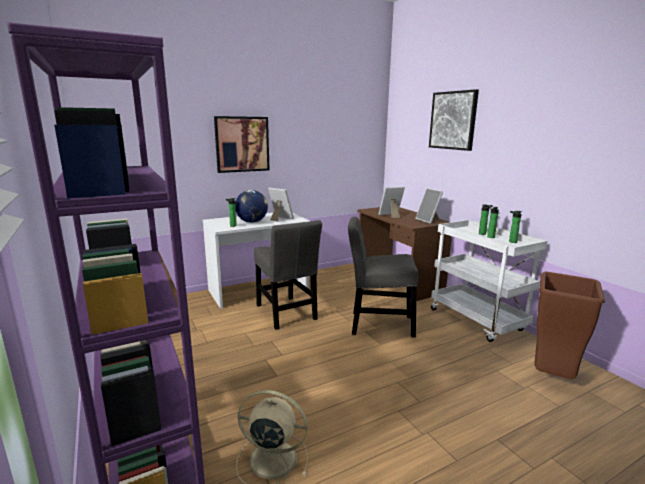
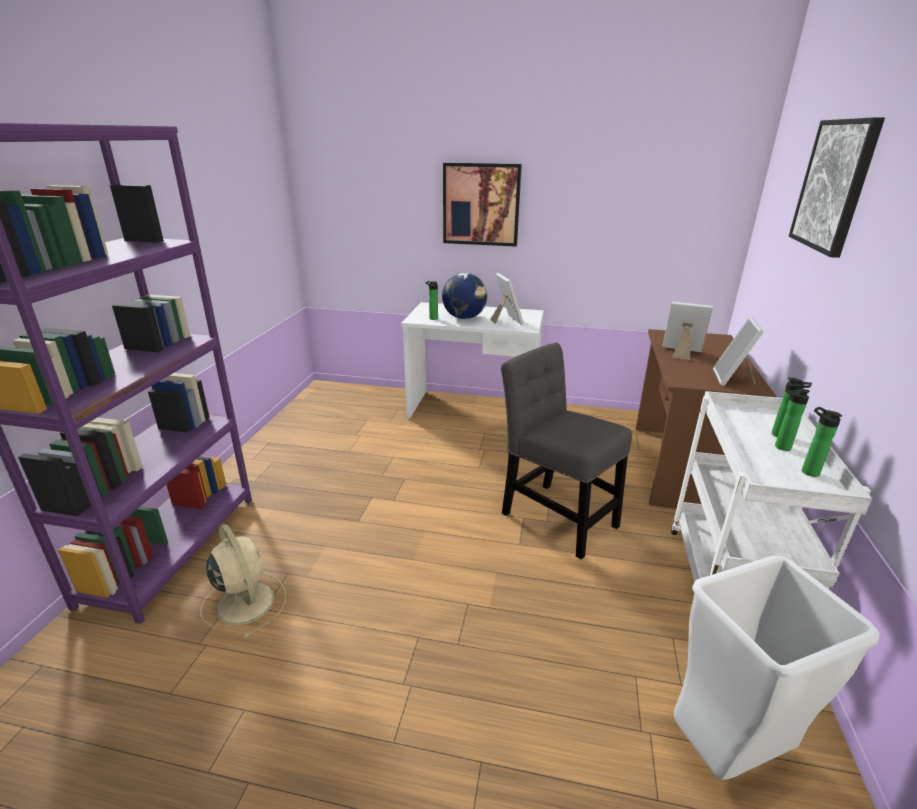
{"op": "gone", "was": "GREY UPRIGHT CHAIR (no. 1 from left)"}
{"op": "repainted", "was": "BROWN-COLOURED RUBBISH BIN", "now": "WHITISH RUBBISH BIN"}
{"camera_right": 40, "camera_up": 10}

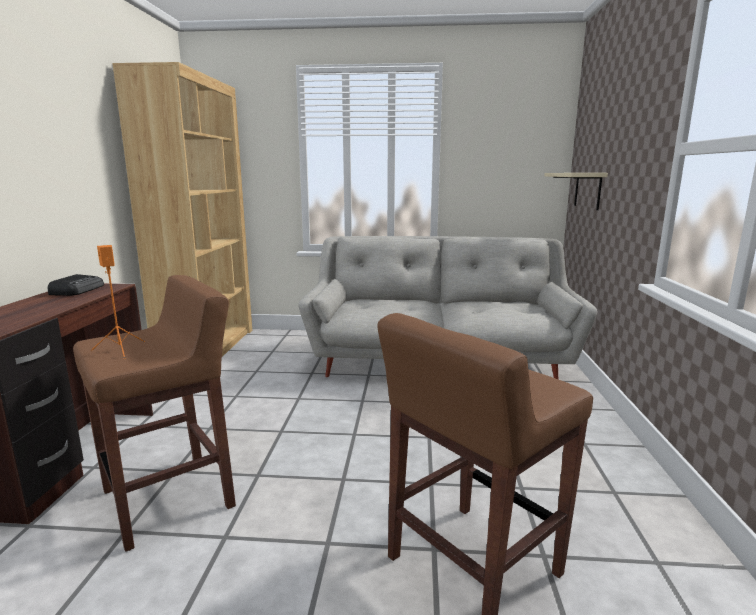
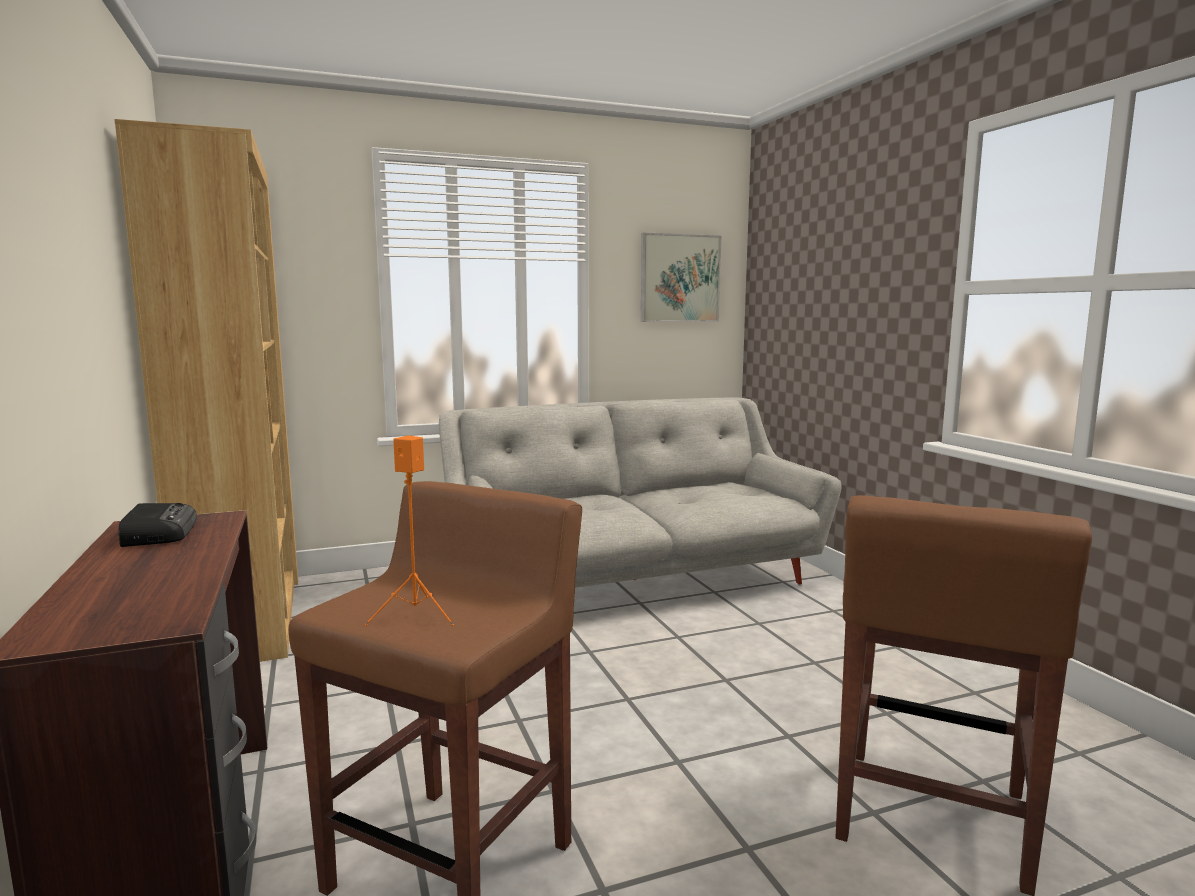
{"op": "gone", "was": "SAND-COLOURED BRACKET SHELF"}
{"op": "new", "now": "WALL PICTURE"}
{"camera_right": -25, "camera_up": -5}

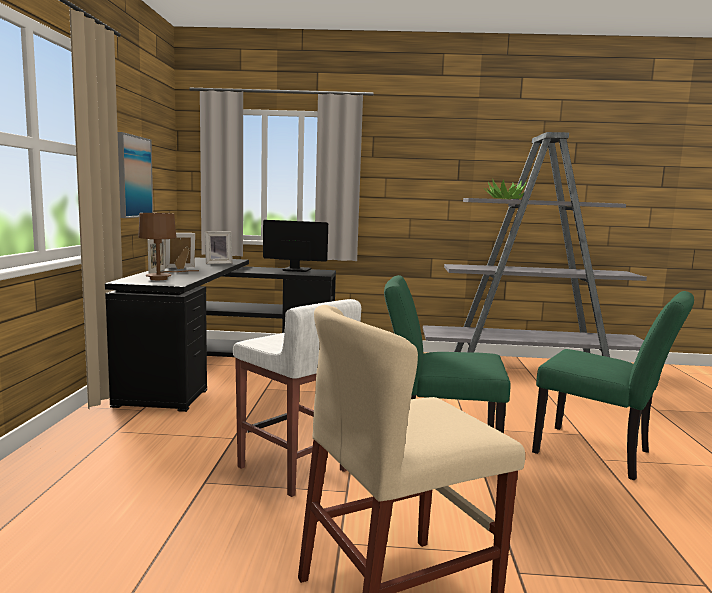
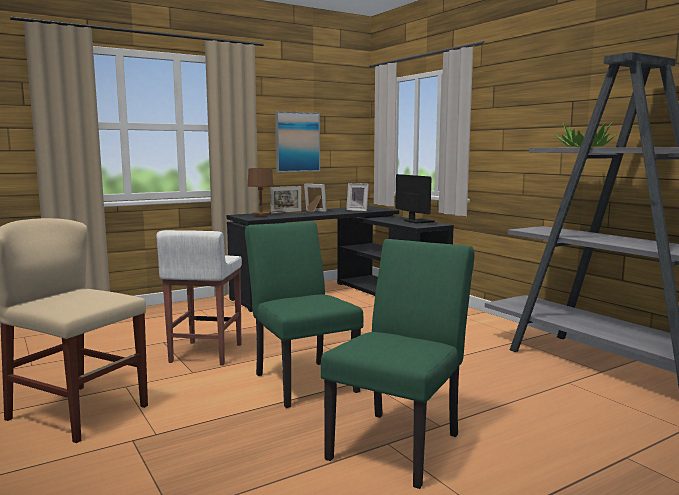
{"op": "rotated", "was": "GREEN UPRIGHT CHAIR (no. 2 from left)", "clockwise": -150}
{"camera_right": 55, "camera_up": 0}

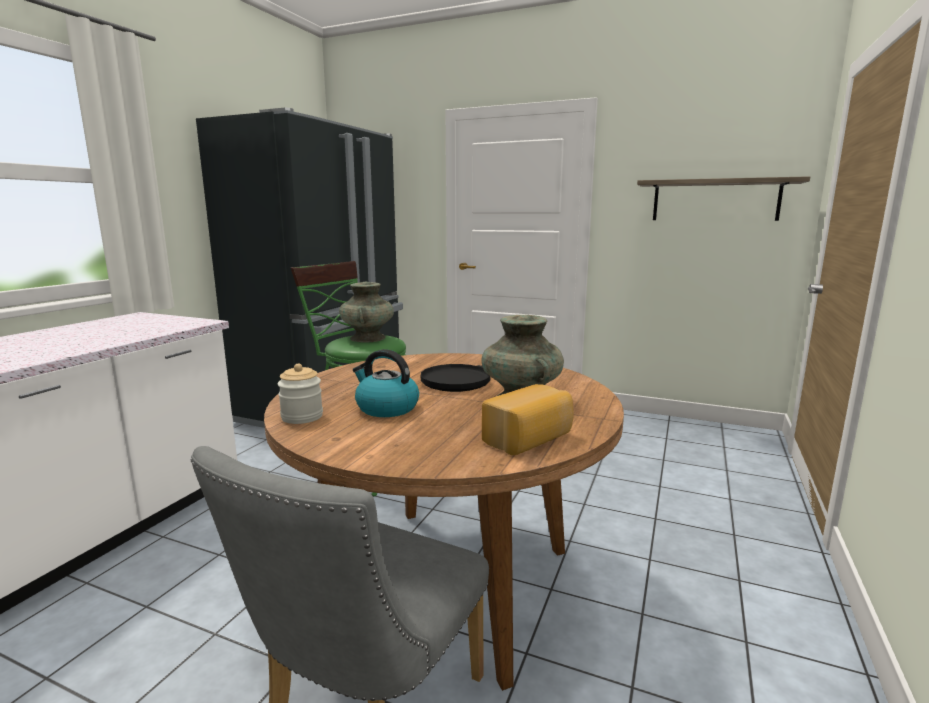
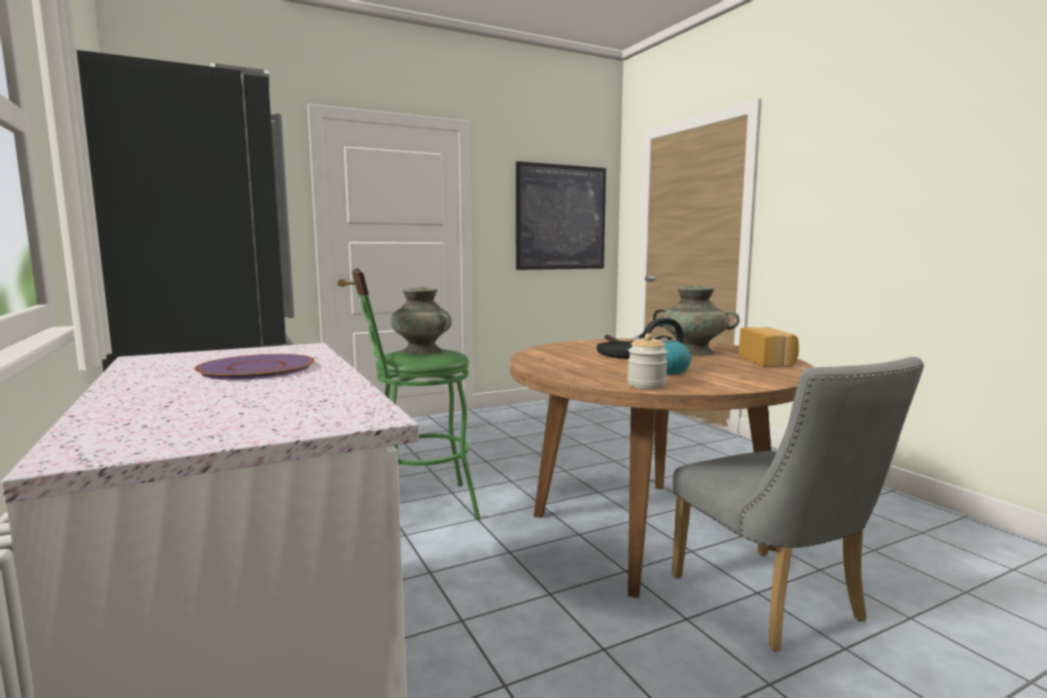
{"op": "new", "now": "PURPLE PLATE"}
{"op": "swapped", "was": "BRACKET SHELF", "now": "WALL PICTURE"}
{"camera_right": -50, "camera_up": -5}

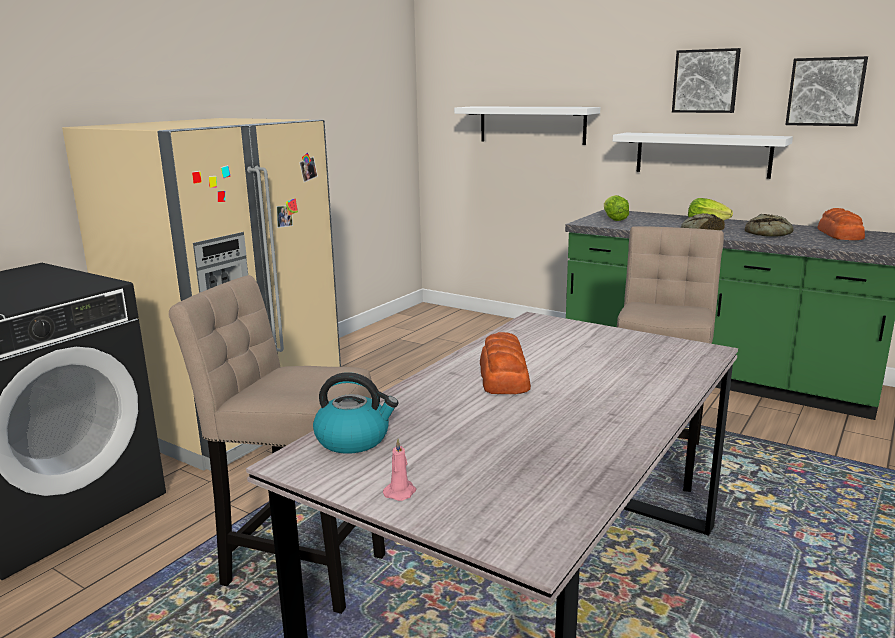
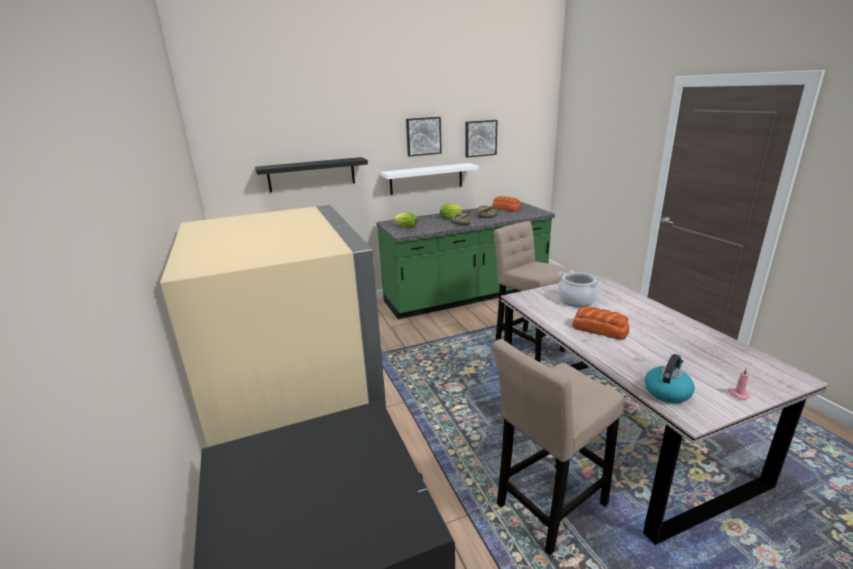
{"op": "new", "now": "STOCKPOT"}
{"op": "repainted", "was": "WHITISH BRACKET SHELF (no. 1 from left)", "now": "BLACK-COLOURED BRACKET SHELF"}
{"camera_right": -55, "camera_up": 5}

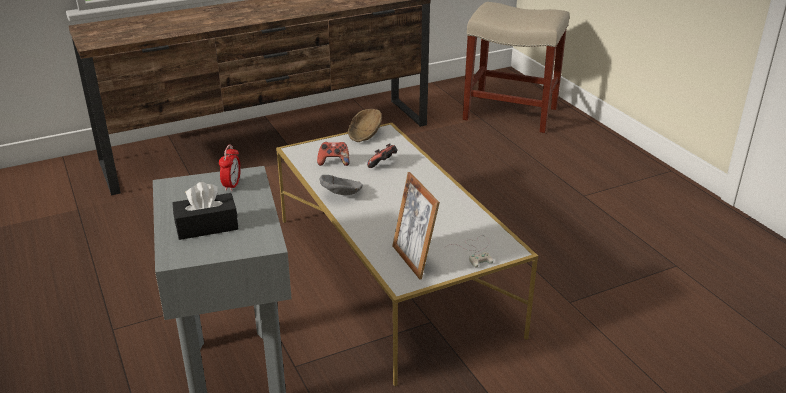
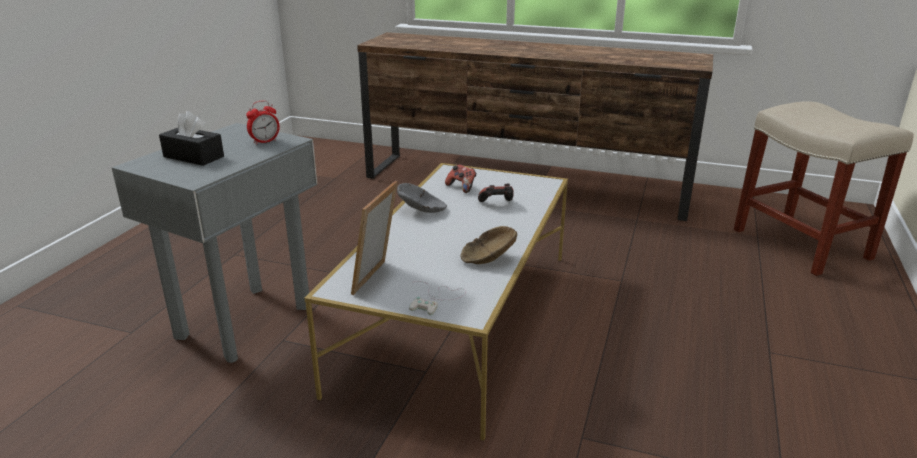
{"op": "shifted", "was": "BROWN-COLOURED SERVING BOWL"}
{"camera_right": 45, "camera_up": -5}

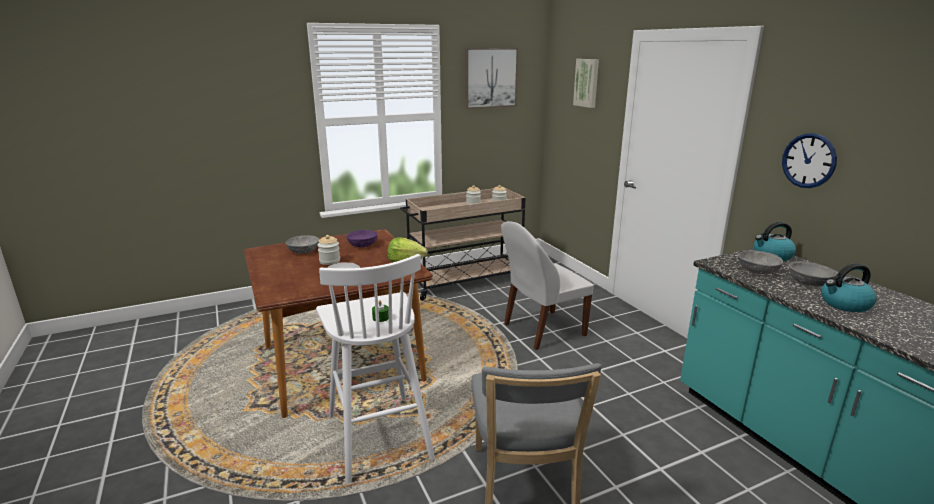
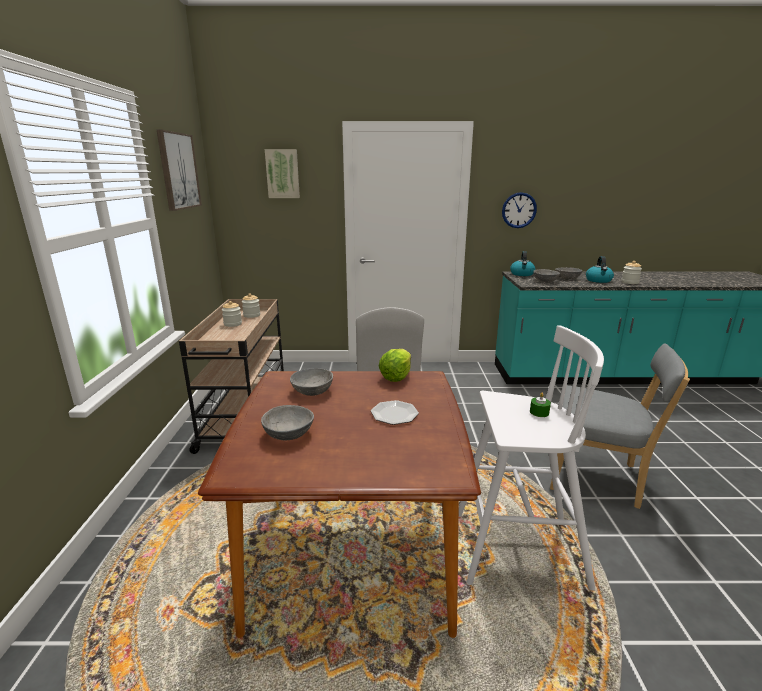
{"op": "shifted", "was": "STORAGE JAR (no. 1 from left in the first image)", "now": "STORAGE JAR (no. 3 from left)"}
{"op": "repainted", "was": "PURPLE SERVING BOWL", "now": "GREY SERVING BOWL (no. 2 from left)"}
{"camera_right": -65, "camera_up": 0}

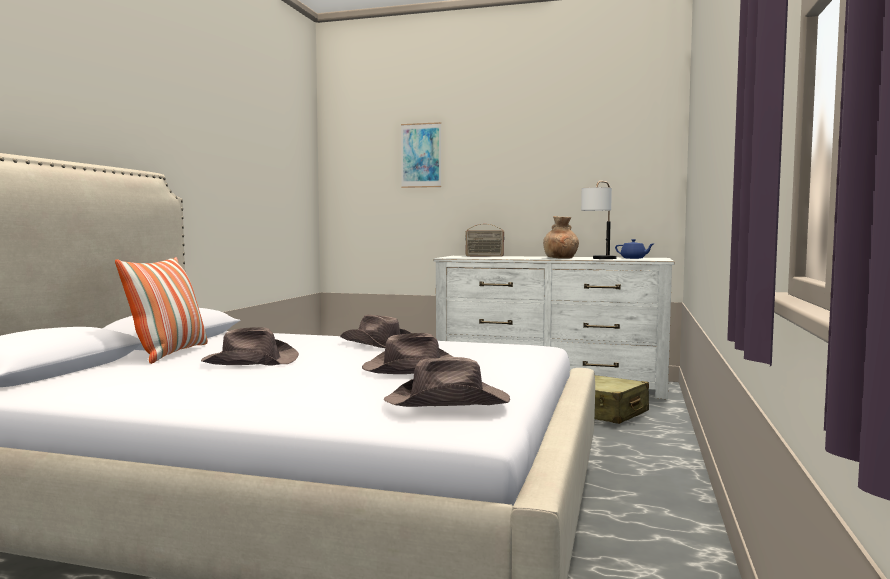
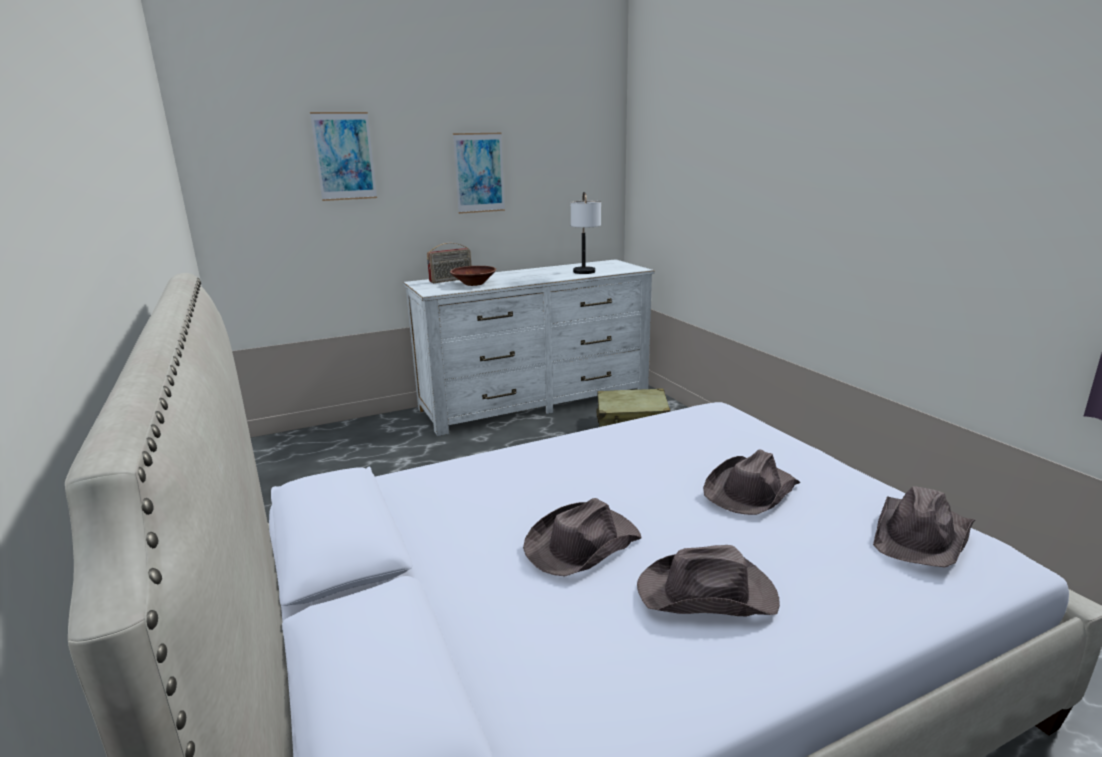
{"op": "gone", "was": "CUSHION"}
{"op": "gone", "was": "BROWN-COLOURED FLOWER VASE"}
{"op": "gone", "was": "BLUE-COLOURED TEAPOT"}
{"op": "new", "now": "BROWN-COLOURED SERVING BOWL"}
{"op": "new", "now": "WALL PICTURE (no. 2 from left)"}
{"op": "shifted", "was": "BROWN-COLOURED CLOTHING HAT (no. 2 from left)"}
{"camera_right": -40, "camera_up": 15}

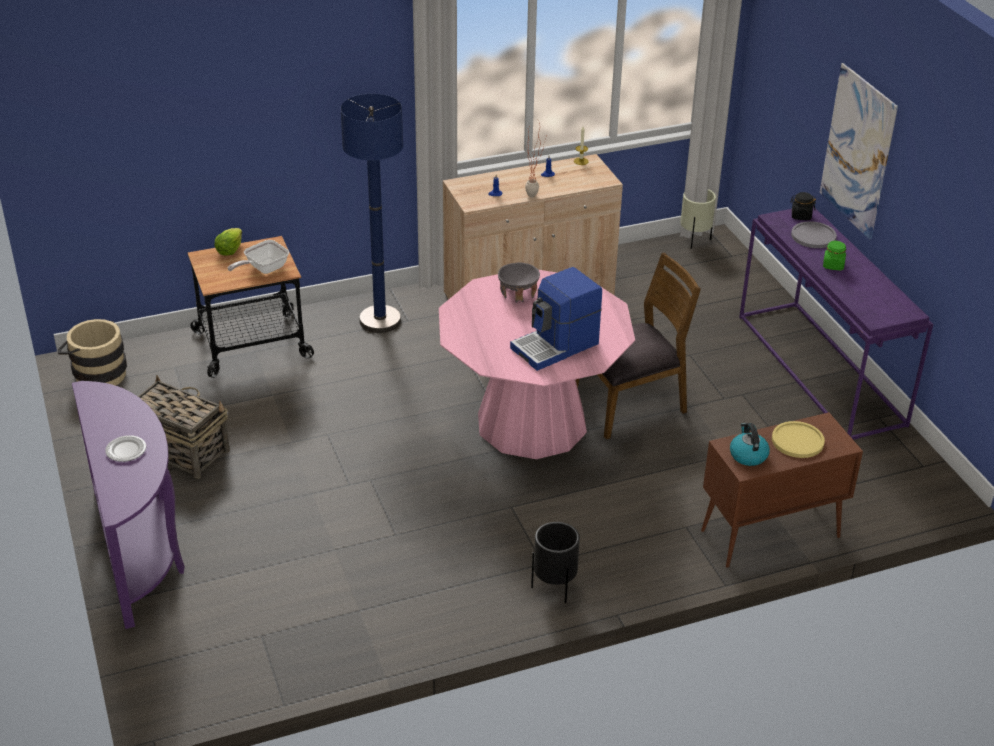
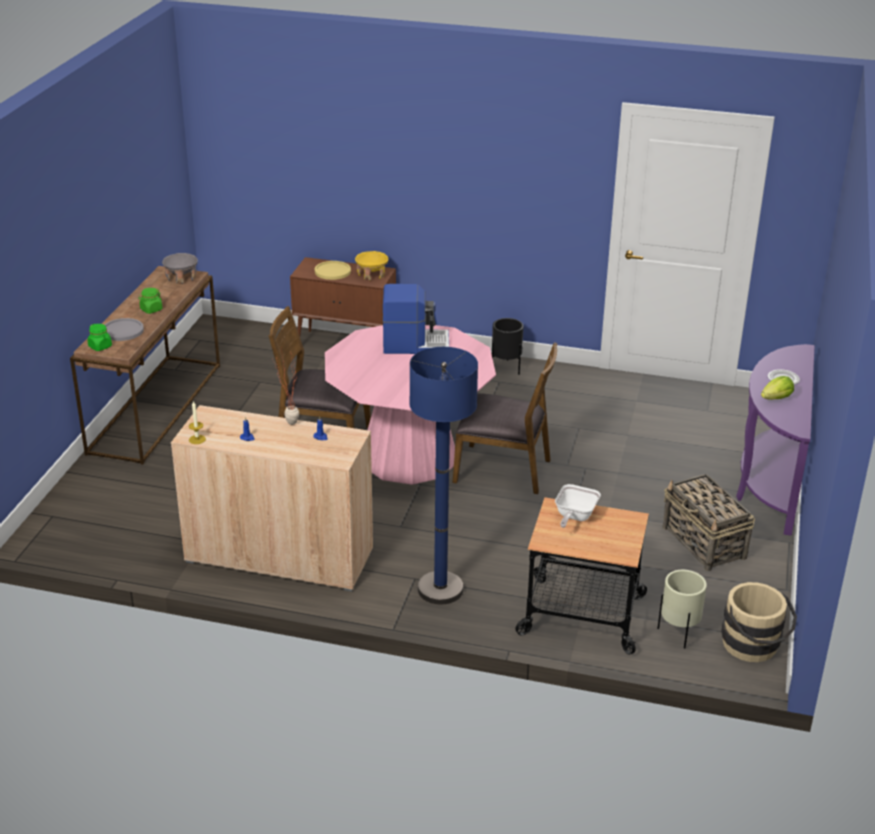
{"op": "gone", "was": "WALL PICTURE"}
{"op": "new", "now": "BROWN-COLOURED UPRIGHT CHAIR (no. 2 from left)"}
{"op": "shifted", "was": "LETTUCE HEAD"}
{"op": "shifted", "was": "GREY SERVING BOWL"}
{"op": "shifted", "was": "SAND-COLOURED PLANT POT"}
{"op": "swapped", "was": "WATER KETTLE", "now": "YELLOWISH SERVING BOWL"}
{"op": "repainted", "was": "PURPLE NARROW TABLE (no. 2 from left)", "now": "BROWN-COLOURED NARROW TABLE"}
{"op": "repainted", "was": "BLACK-COLOURED STORAGE JAR", "now": "GREEN STORAGE JAR (no. 1 from left)"}
{"op": "rotated", "was": "FRYING PAN", "clockwise": 120}
{"camera_right": -145, "camera_up": -5}

